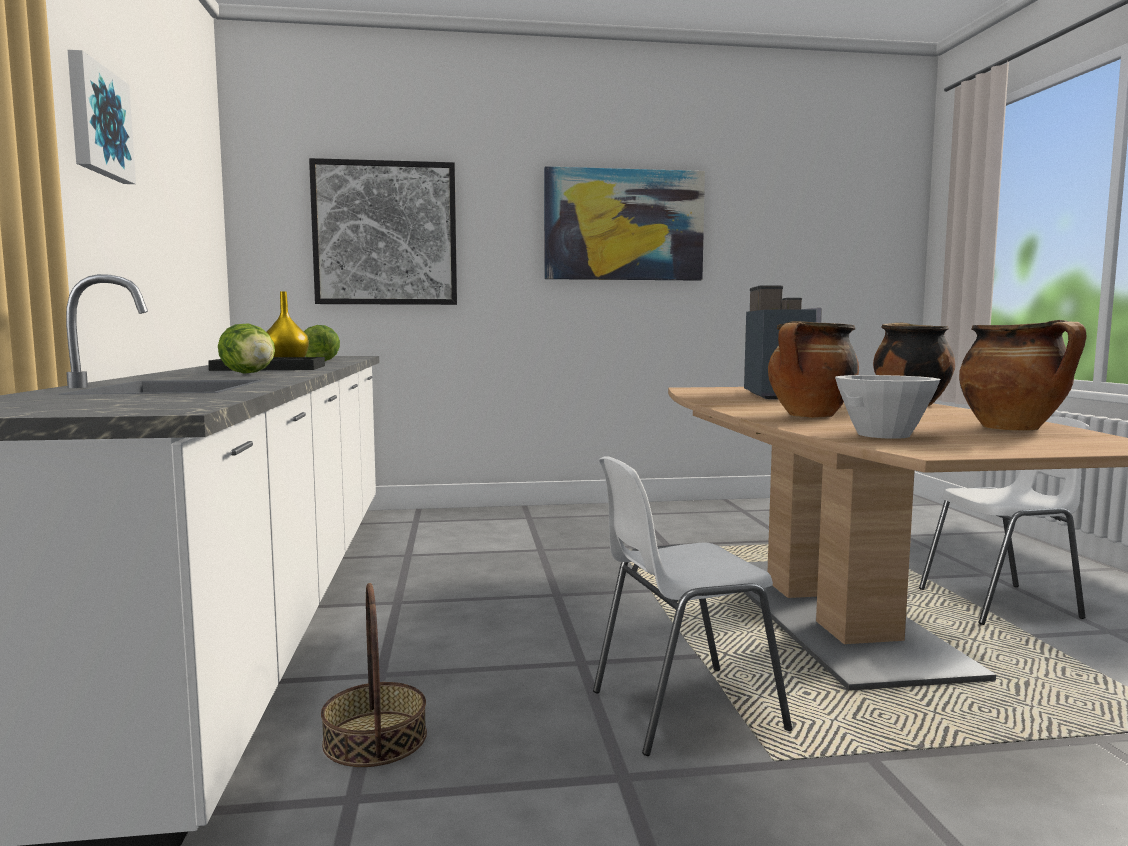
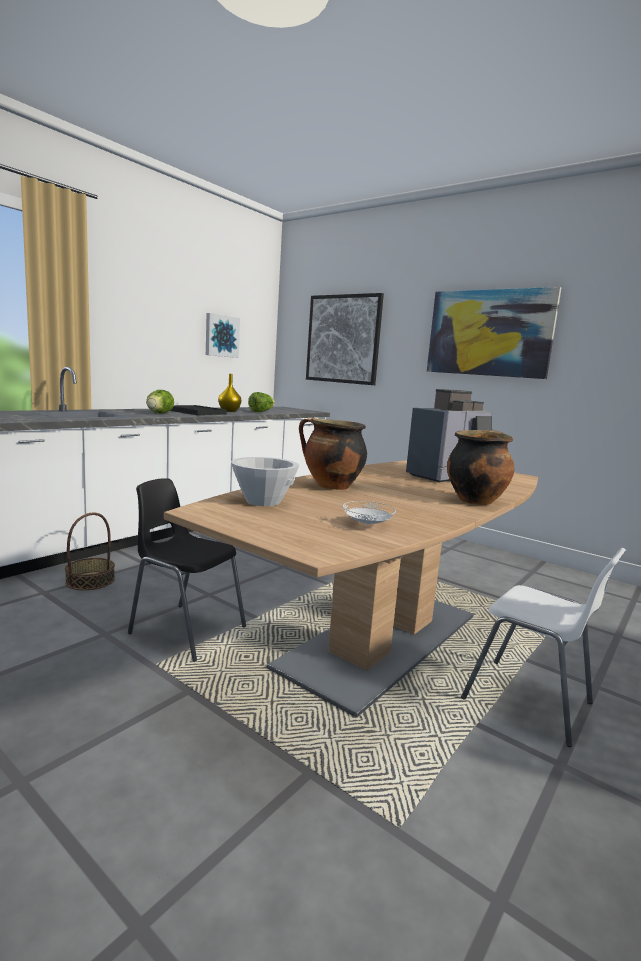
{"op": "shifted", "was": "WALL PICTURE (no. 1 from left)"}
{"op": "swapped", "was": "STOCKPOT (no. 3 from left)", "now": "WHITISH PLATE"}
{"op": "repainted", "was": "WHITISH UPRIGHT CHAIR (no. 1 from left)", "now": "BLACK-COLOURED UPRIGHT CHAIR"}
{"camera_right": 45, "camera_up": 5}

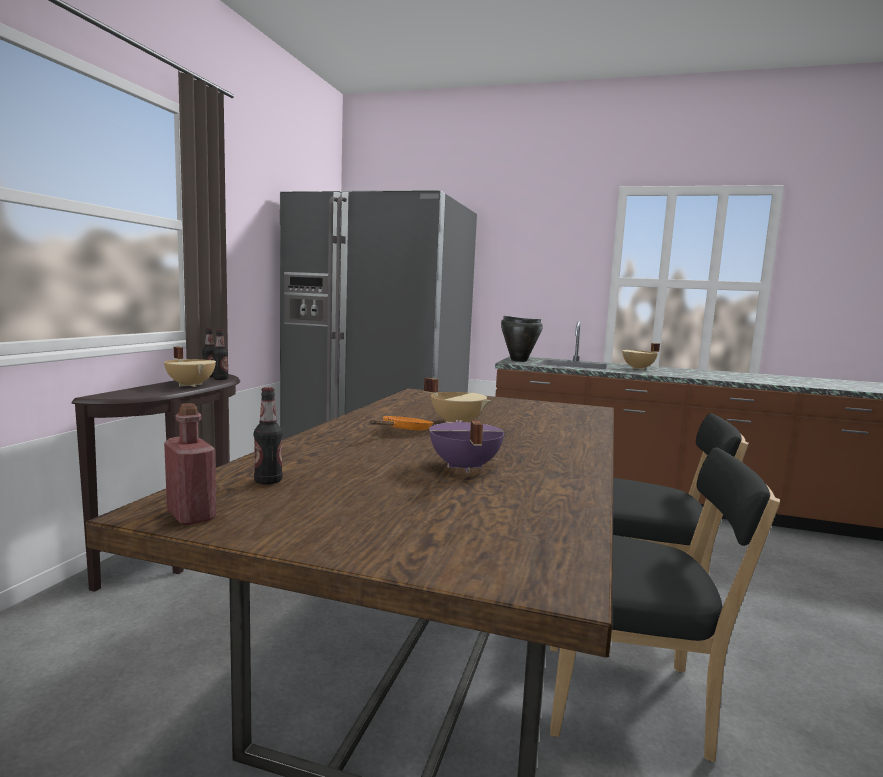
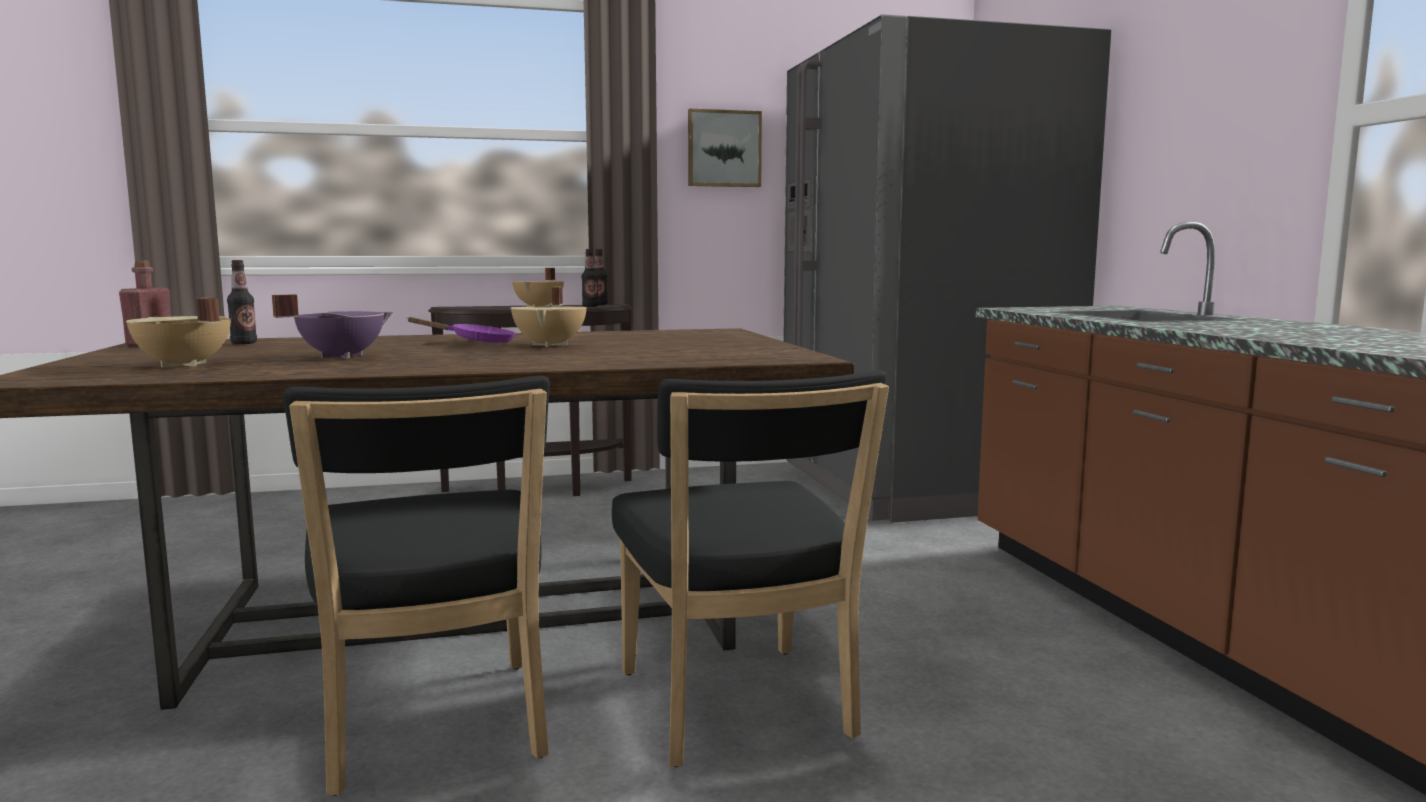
{"op": "gone", "was": "BLACK-COLOURED STOCKPOT"}
{"op": "new", "now": "WALL PICTURE"}
{"op": "shifted", "was": "SAND-COLOURED STOCKPOT (no. 3 from left in the first image)", "now": "SAND-COLOURED STOCKPOT (no. 1 from left)"}
{"op": "repainted", "was": "ORANGE-COLOURED FRYING PAN", "now": "PURPLE FRYING PAN"}
{"camera_right": 60, "camera_up": 0}

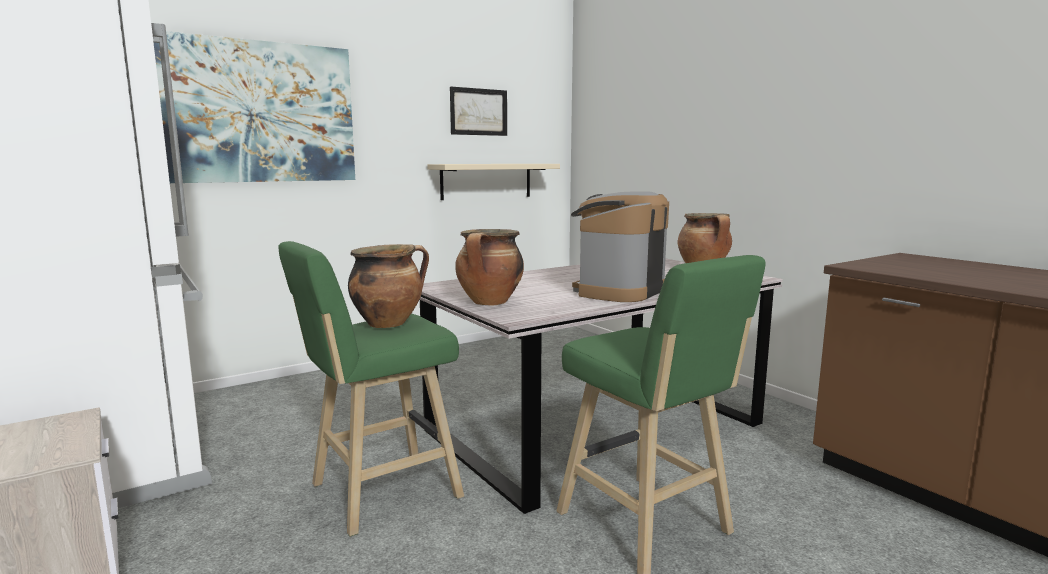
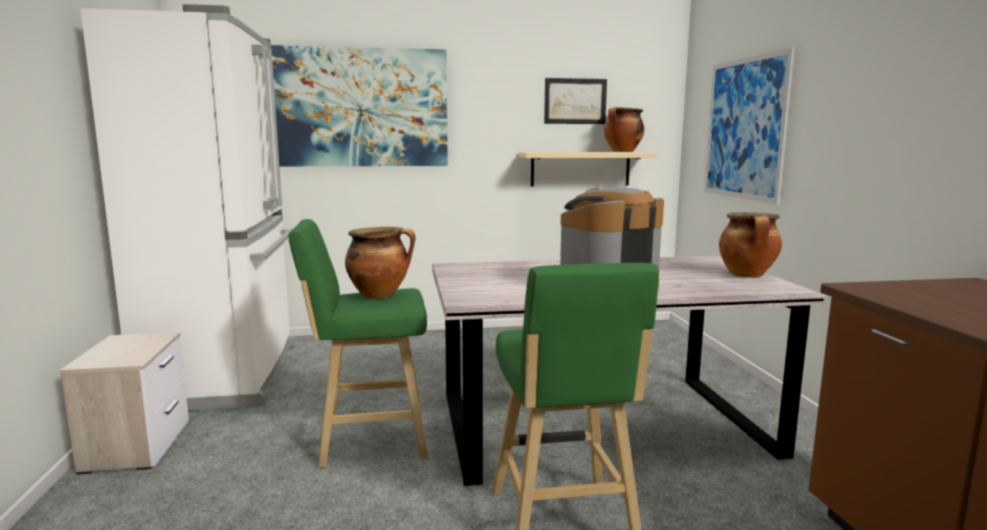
{"op": "new", "now": "WALL PICTURE (no. 3 from left)"}
{"op": "shifted", "was": "STOCKPOT (no. 2 from left)"}
{"camera_right": 25, "camera_up": 0}

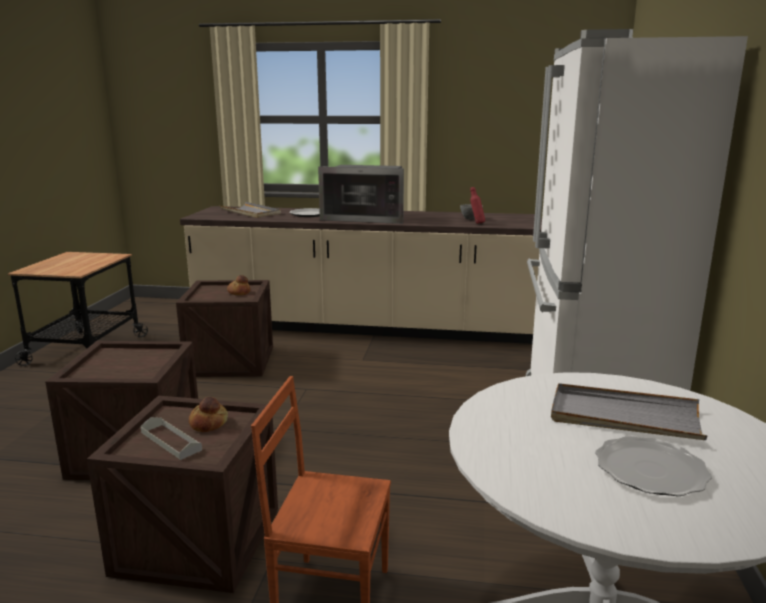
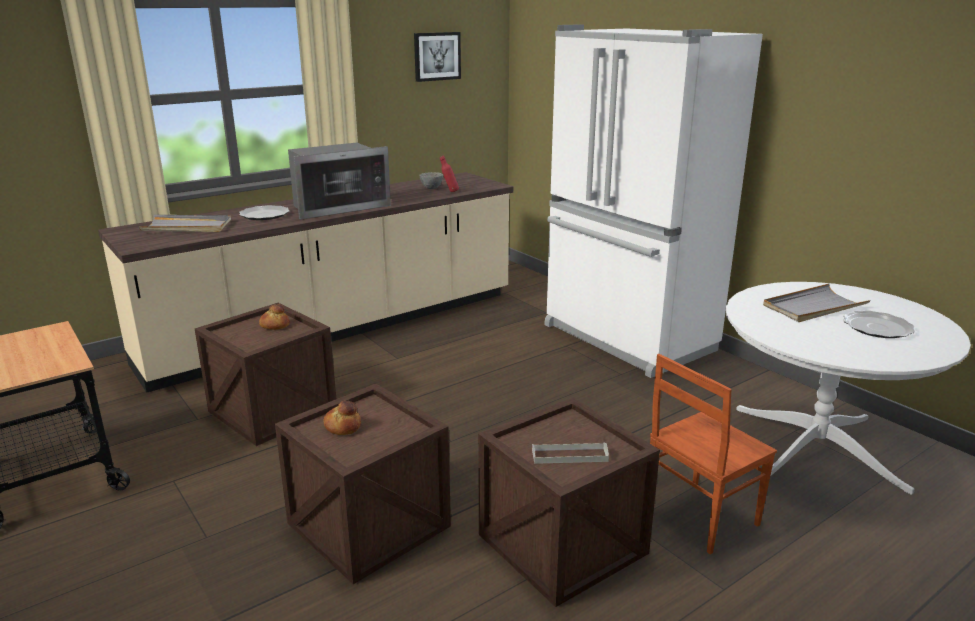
{"op": "new", "now": "WALL PICTURE"}
{"op": "shifted", "was": "BAKED BREAD (no. 1 from left in the first image)", "now": "BAKED BREAD (no. 2 from left)"}
{"camera_right": -45, "camera_up": 5}

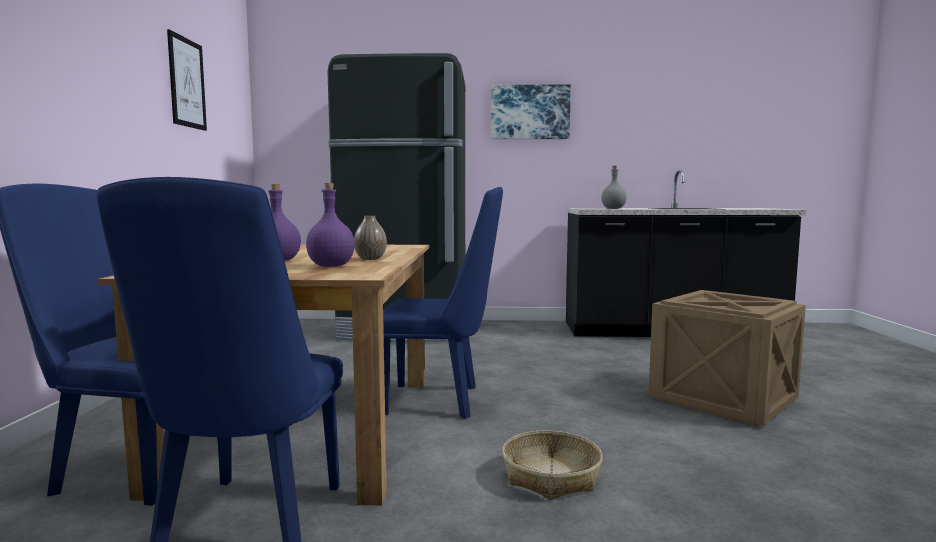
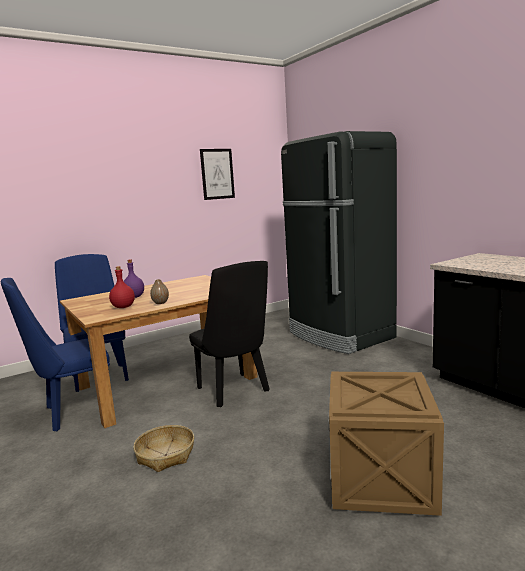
{"op": "gone", "was": "WALL PICTURE (no. 2 from left)"}
{"op": "gone", "was": "GREY BEVERAGE BOTTLE"}
{"op": "repainted", "was": "PURPLE BEVERAGE BOTTLE (no. 2 from left)", "now": "RED-COLOURED BEVERAGE BOTTLE"}
{"op": "repainted", "was": "BLUE-COLOURED UPRIGHT CHAIR (no. 3 from left)", "now": "BLACK-COLOURED UPRIGHT CHAIR"}
{"camera_right": 55, "camera_up": 5}

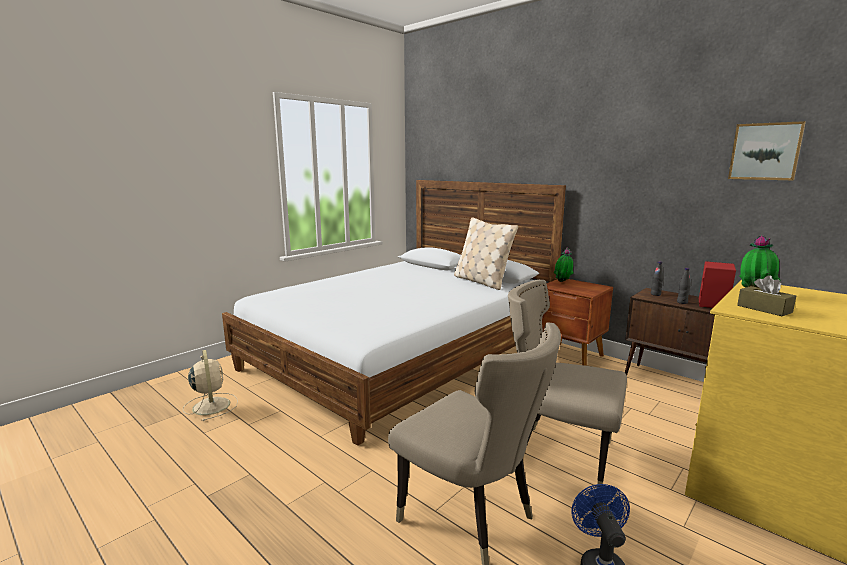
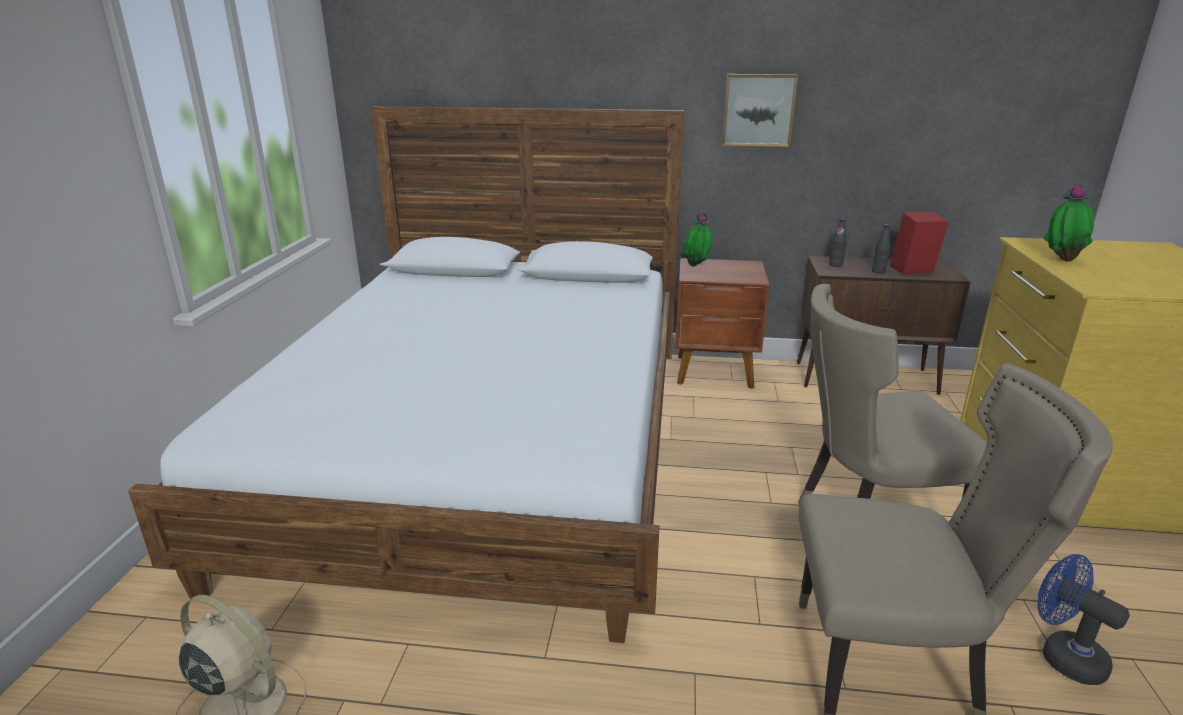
{"op": "gone", "was": "SAND-COLOURED CUSHION"}
{"op": "gone", "was": "BROWN-COLOURED TISSUE HOLDER"}
{"op": "shifted", "was": "WALL PICTURE"}
{"camera_right": -35, "camera_up": 10}

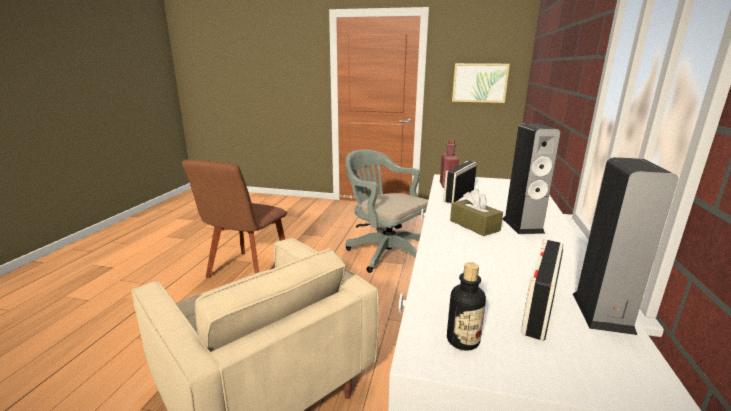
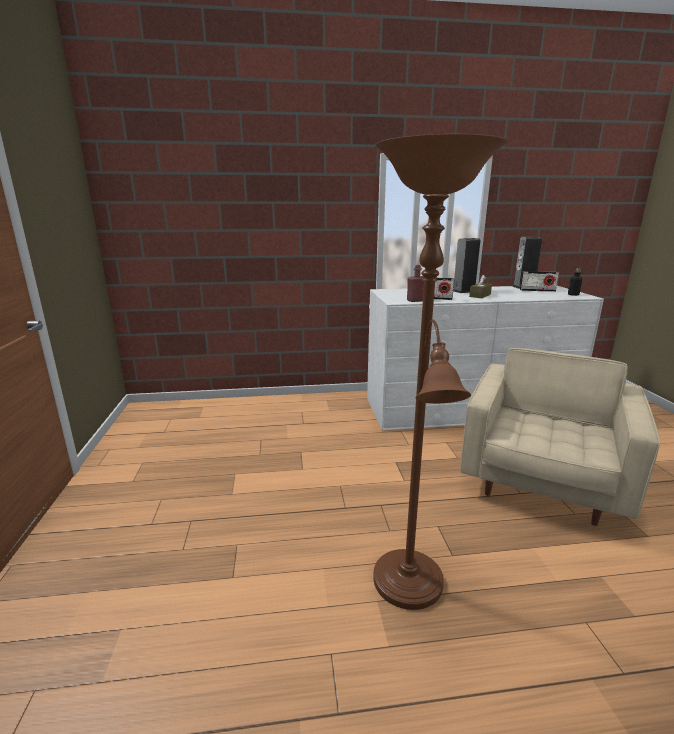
{"op": "gone", "was": "GREY OFFICE CHAIR"}
{"op": "gone", "was": "WALL PICTURE"}
{"op": "swapped", "was": "BROWN-COLOURED UPRIGHT CHAIR", "now": "BROWN-COLOURED STANDARD LAMP"}
{"camera_right": -110, "camera_up": 0}

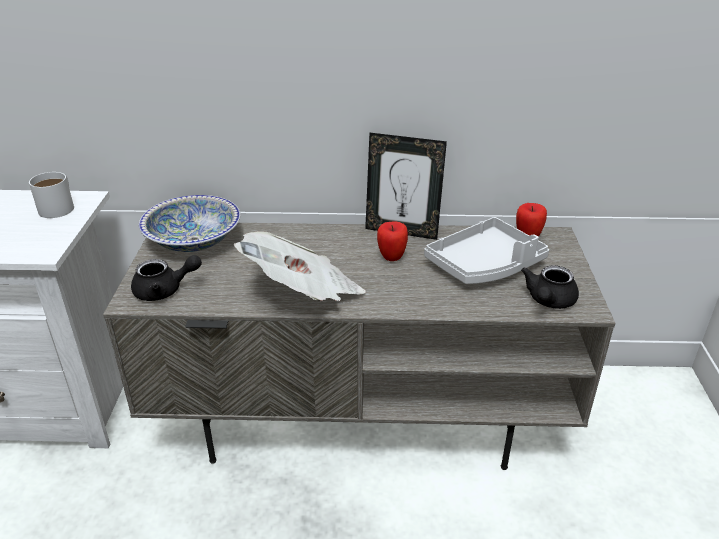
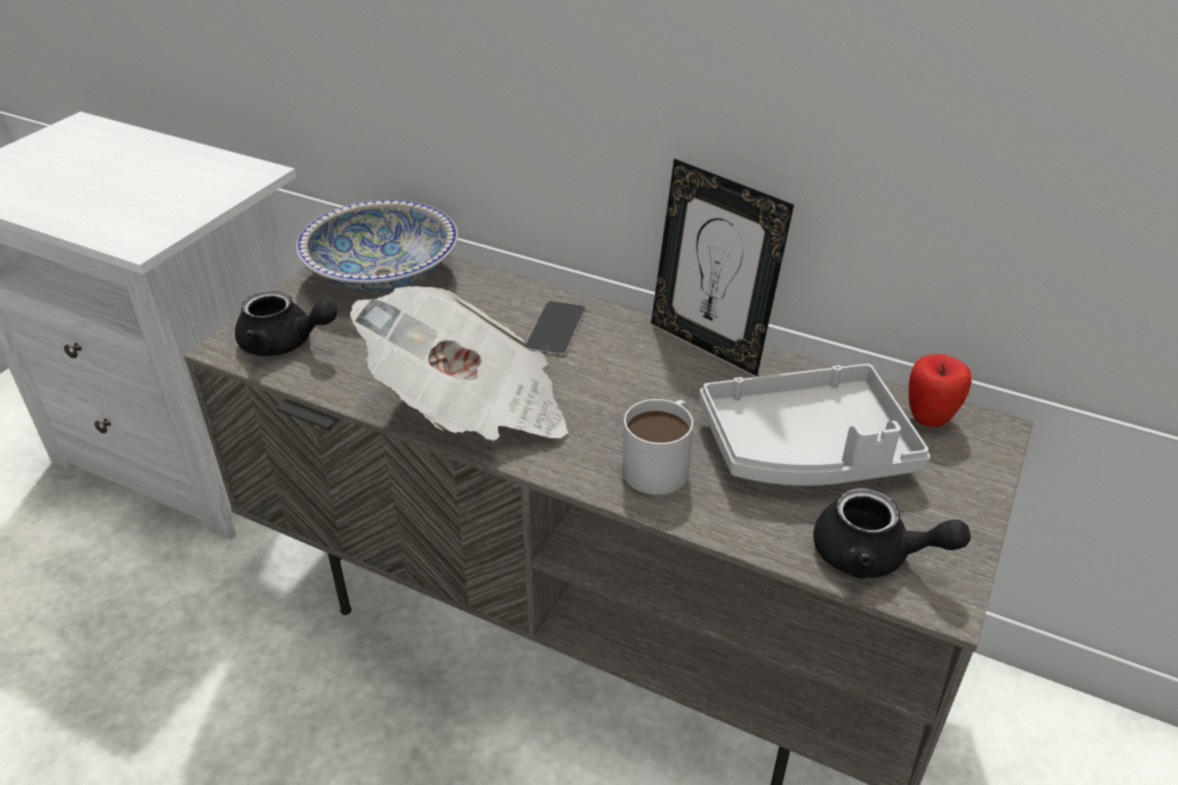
{"op": "gone", "was": "APPLE FRUIT (no. 1 from left)"}
{"op": "new", "now": "HANDSET"}
{"op": "shifted", "was": "WHITISH TEA MUG"}
{"op": "rotated", "was": "BLACK-COLOURED TEAPOT (no. 2 from left)", "clockwise": -120}
{"camera_right": 25, "camera_up": 5}

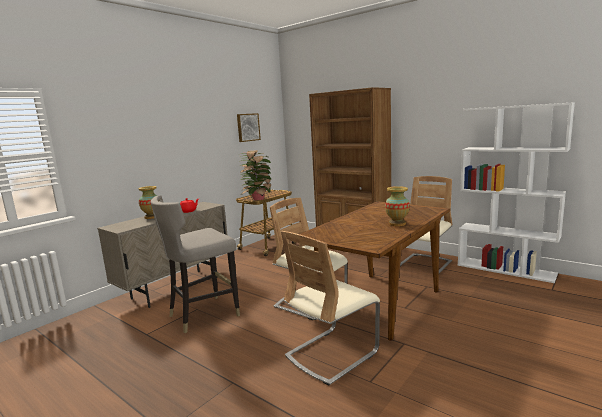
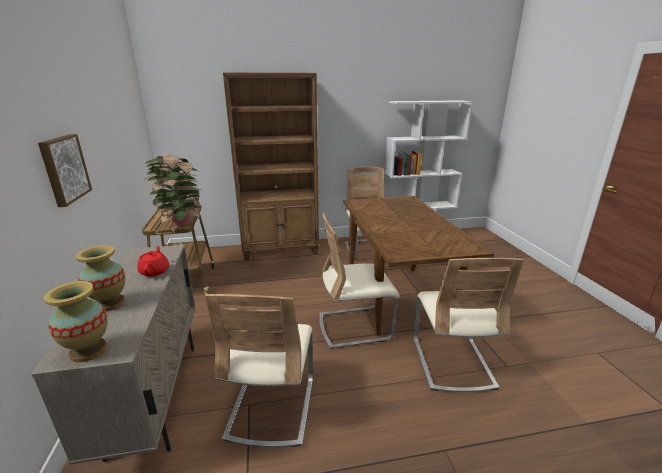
{"op": "shifted", "was": "WALL PICTURE"}
{"op": "shifted", "was": "FLOWER VASE (no. 2 from left in the first image)", "now": "FLOWER VASE (no. 1 from left)"}
{"op": "swapped", "was": "GREY SITTING STOOL", "now": "SAND-COLOURED UPRIGHT CHAIR (no. 1 from left)"}
{"camera_right": -50, "camera_up": 10}

